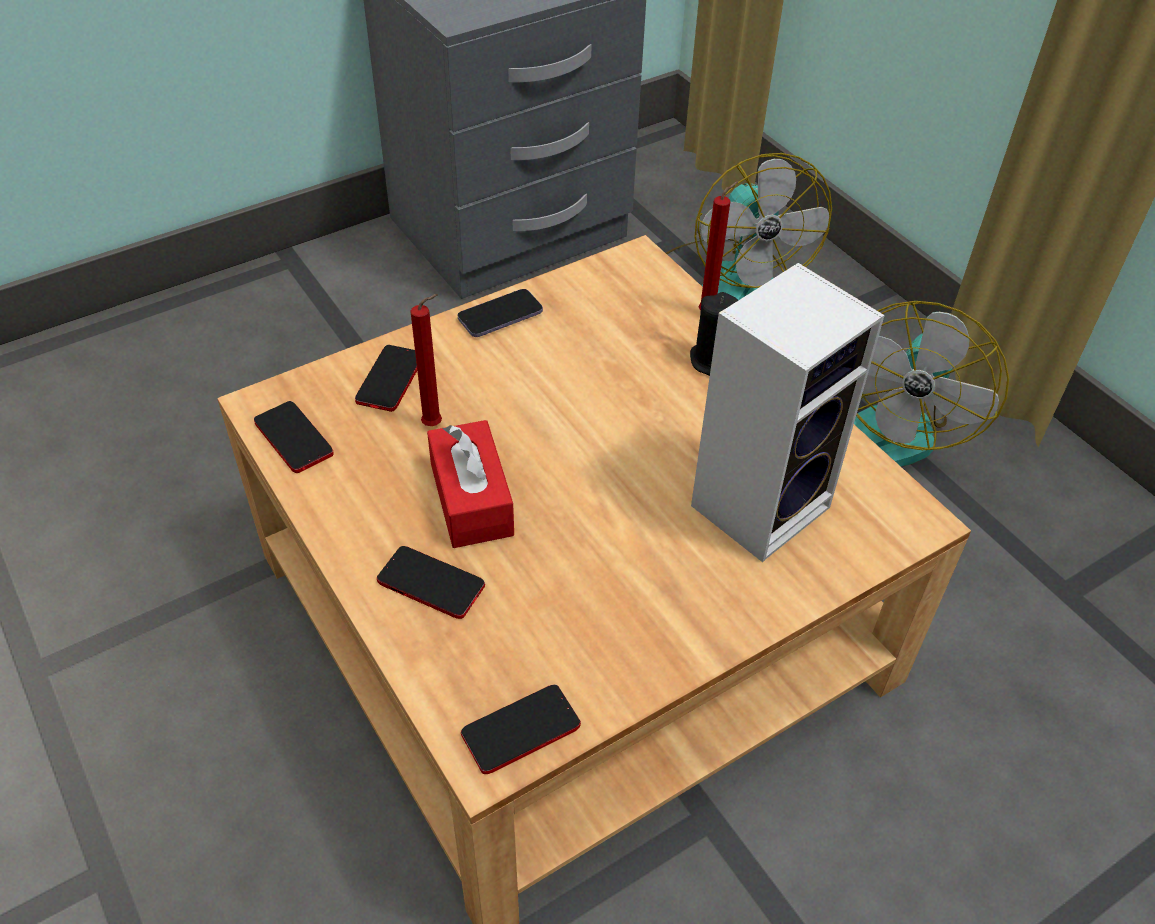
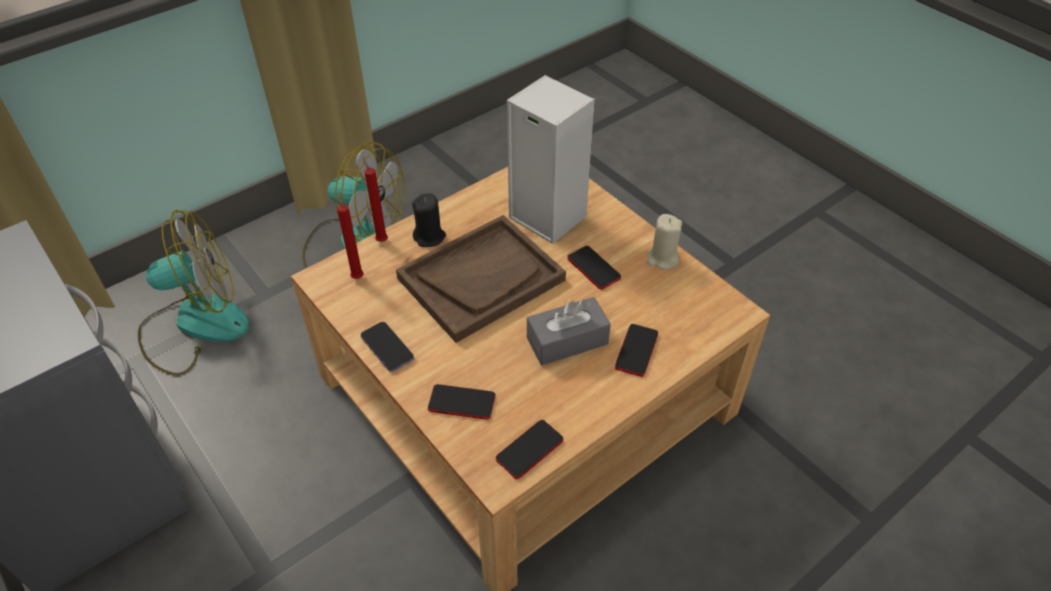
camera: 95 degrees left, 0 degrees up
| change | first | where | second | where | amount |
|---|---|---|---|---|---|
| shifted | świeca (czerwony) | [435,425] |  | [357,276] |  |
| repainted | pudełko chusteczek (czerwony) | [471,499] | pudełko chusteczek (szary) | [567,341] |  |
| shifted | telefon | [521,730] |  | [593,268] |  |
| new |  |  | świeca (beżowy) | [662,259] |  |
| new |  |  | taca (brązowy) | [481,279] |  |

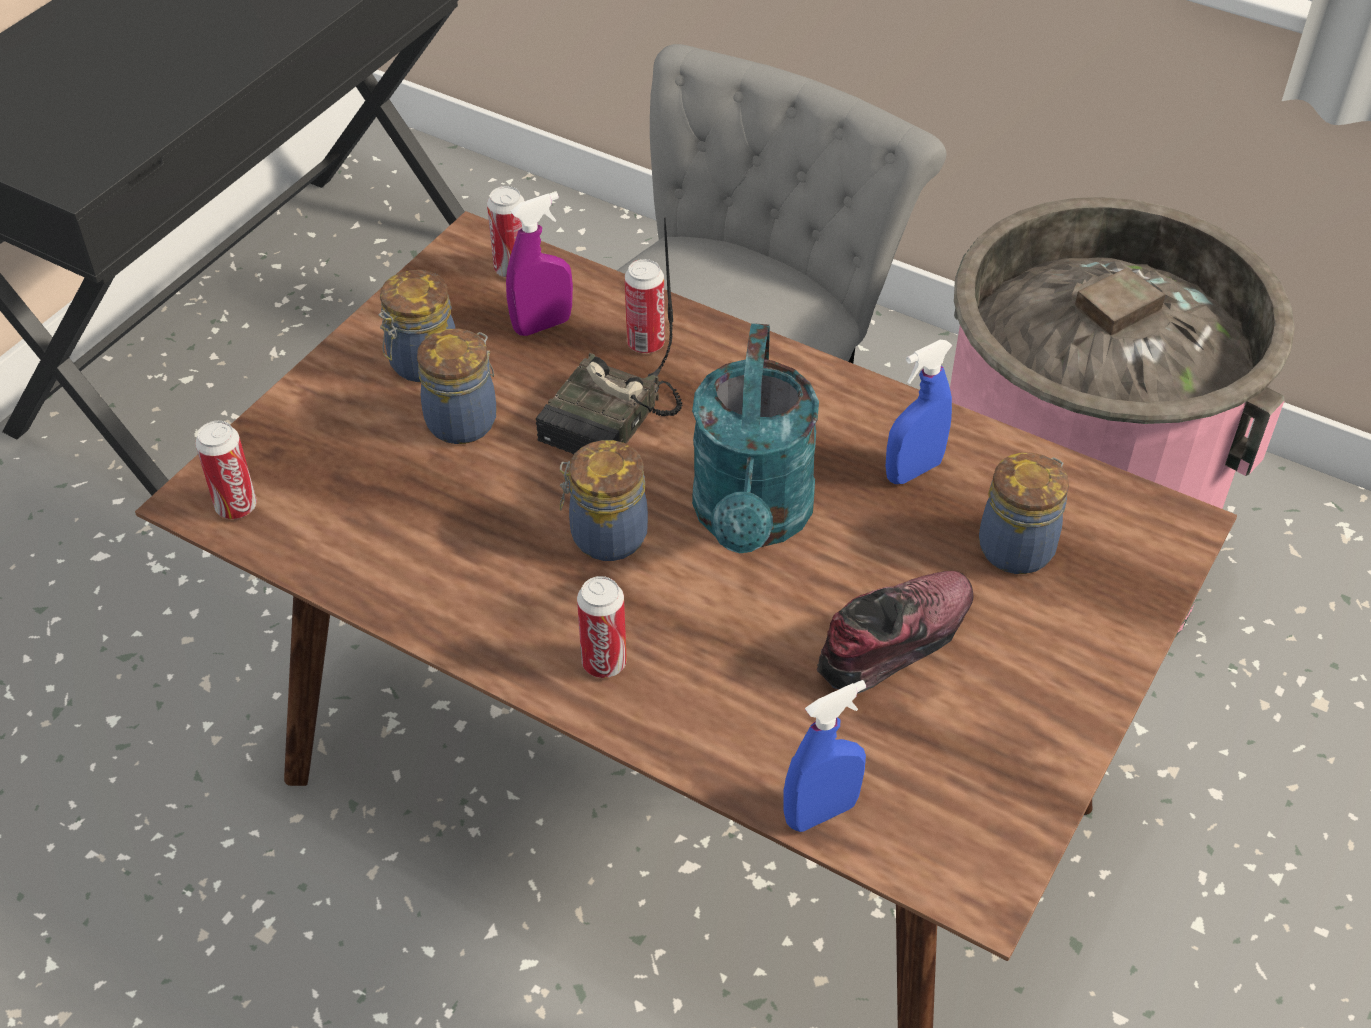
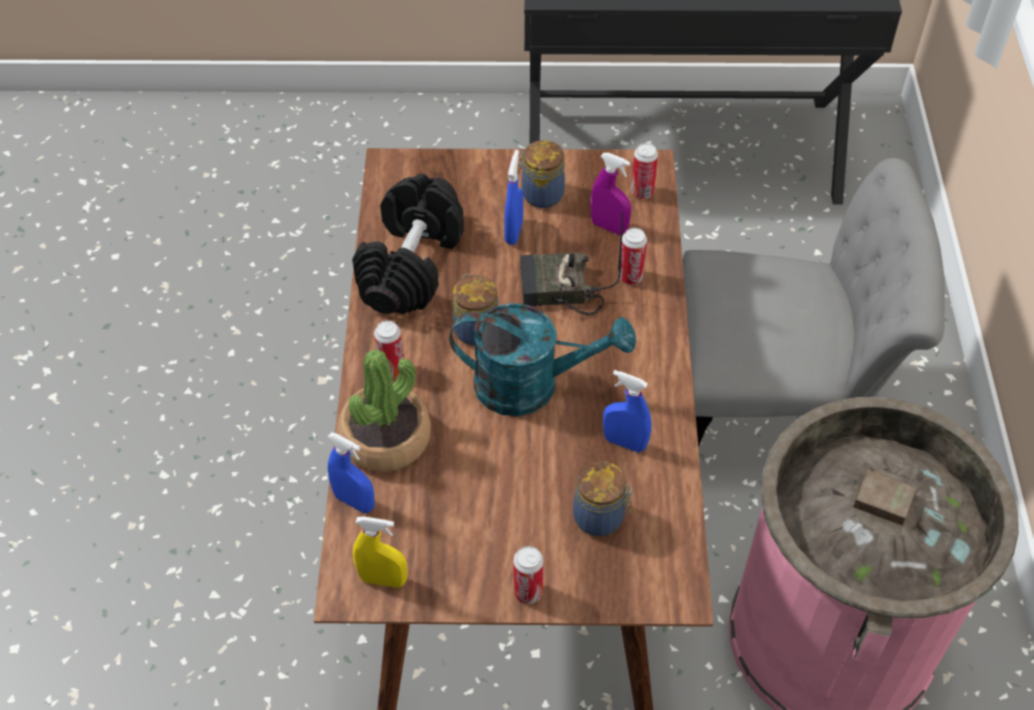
camera: 60 degrees right, 5 degrees up
| change | first | where | second | where | amount |
|---|---|---|---|---|---|
| rotated | konewka (turkusowy) | [752,520] |  | [532,385] | 150 degrees counterclockwise |
| swapped | słoik | [464,420] | spryskiwacz (niebieski) | [514,232] |  |
| shifted | puszka | [236,507] |  | [528,592] |  |
| gone | but | [895,640] |  |  |  |
| new |  |  | hantel (czarny) | [410,264] |  |
| new |  |  | roślina doniczkowa | [386,439] |  |
| new |  |  | spryskiwacz (żółty) | [383,579] |  |

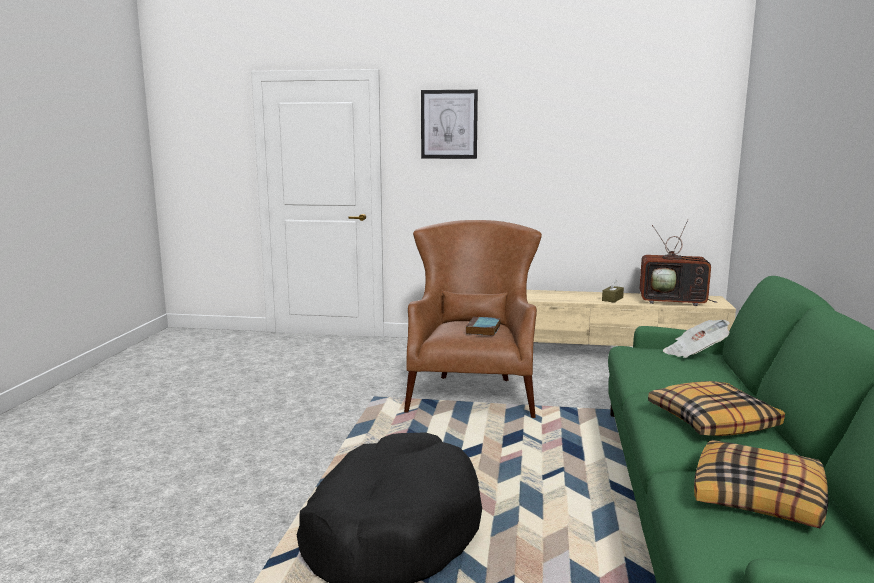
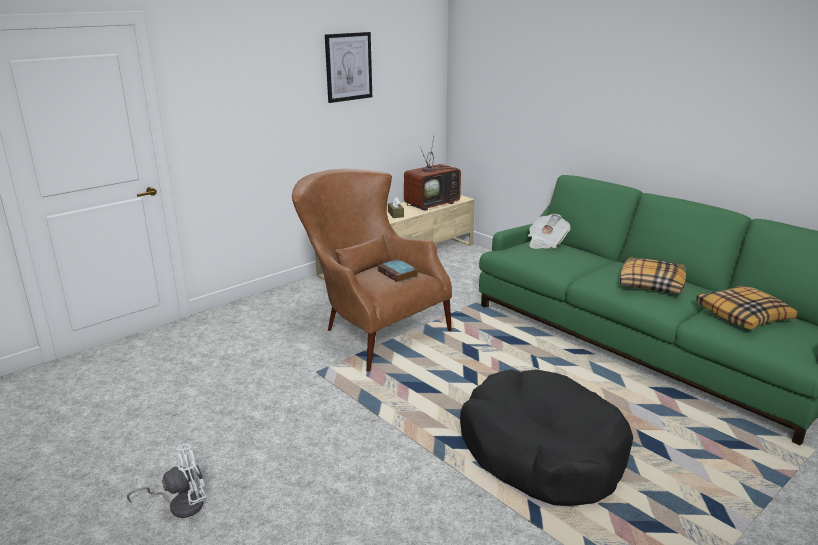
camera: 50 degrees left, 10 degrees up
| change | first | where | second | where | amount |
|---|---|---|---|---|---|
| shifted | obraz | [449,124] |  | [348,67] |  |
| new |  |  | wentylator (biały) | [180,505] |  |

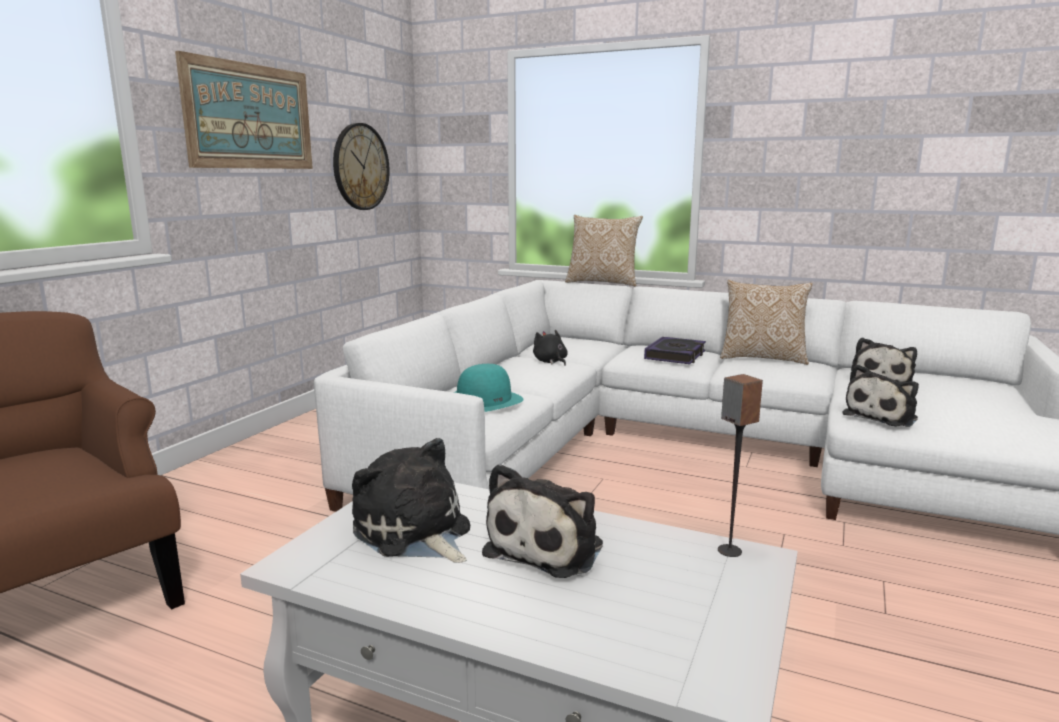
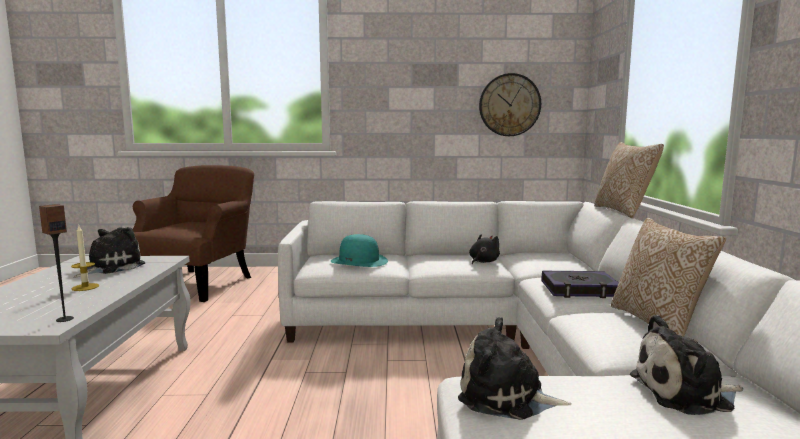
camera: 65 degrees right, 5 degrees down
| change | first | where | second | where | amount |
|---|---|---|---|---|---|
| gone | obraz | [250,116] |  |  |  |
| swapped | pluszak | [548,547] | świeca | [85,287] |  |

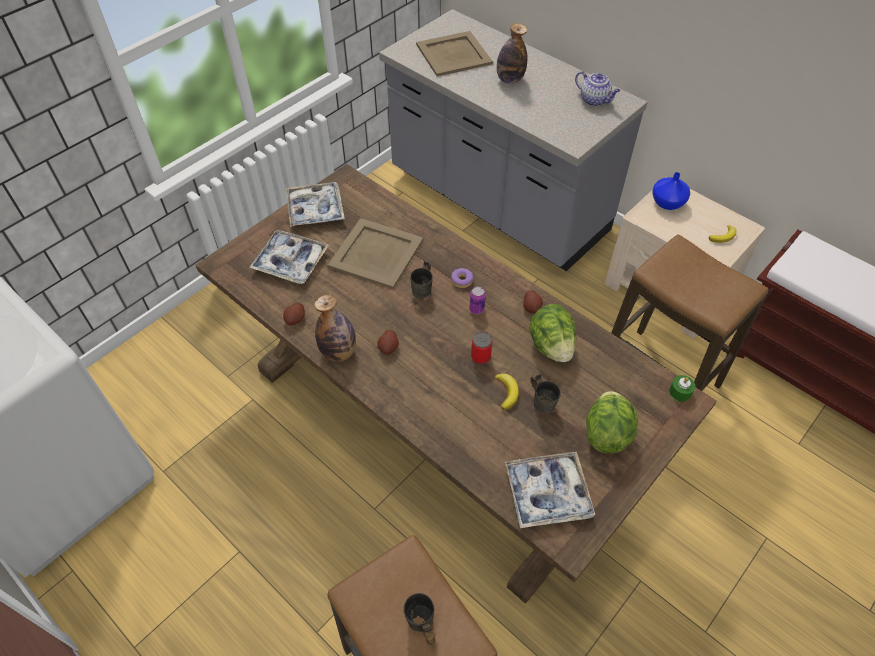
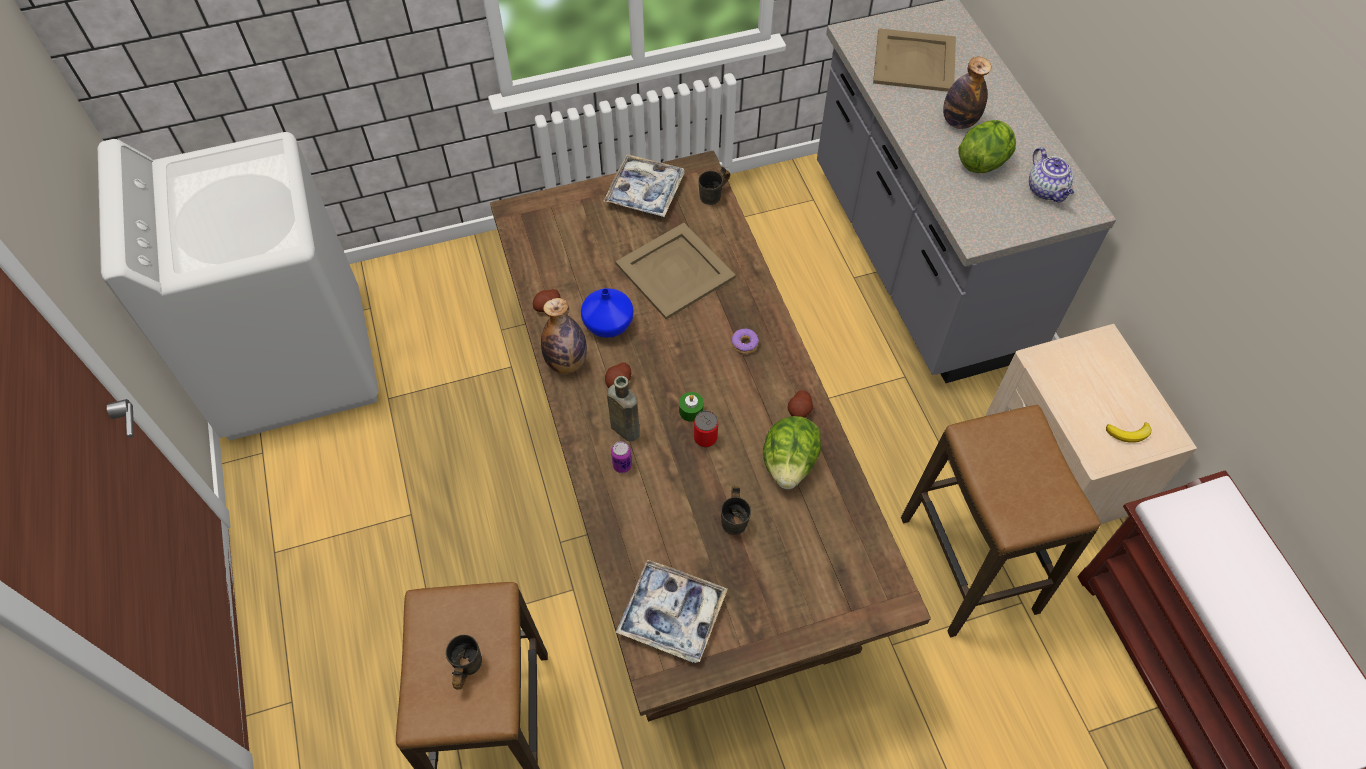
camera: 30 degrees right, 5 degrees up
| change | first | where | second | where | amount |
|---|---|---|---|---|---|
| shifted | wazon (niebieski) | [667,203] |  | [607,325] |  |
| gone | taca | [290,262] |  |  |  |
| shifted | kubek (szary) | [425,289] |  | [715,197] |  |
| shifted | puszka | [476,309] |  | [622,465] |  |
| gone | banan | [507,392] |  |  |  |
| shifted | świeca (zielony) | [680,392] |  | [691,411] |  |
| shifted | sałata | [606,433] |  | [983,162] |  |
| new |  |  | butelka (brązowy) | [623,428] |  |

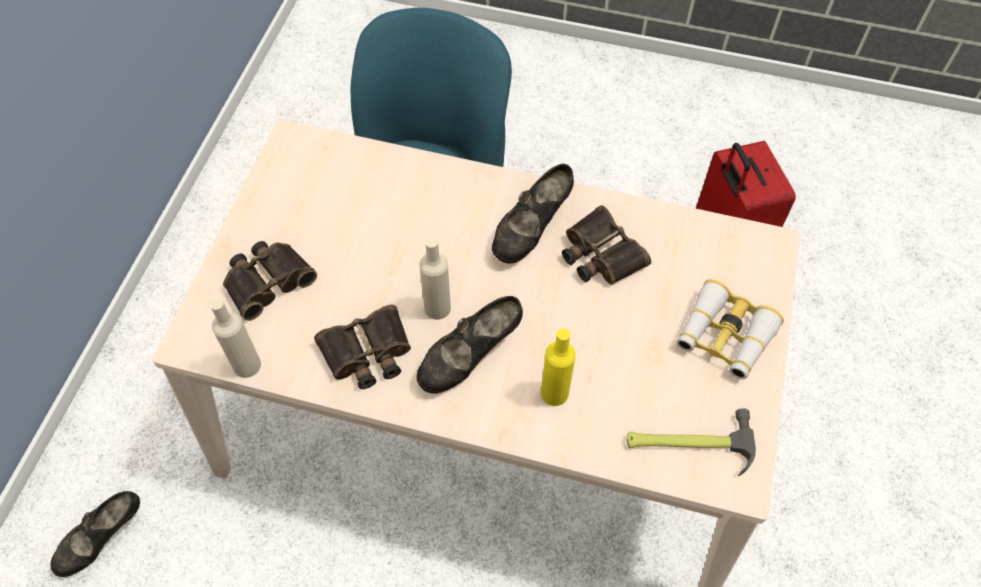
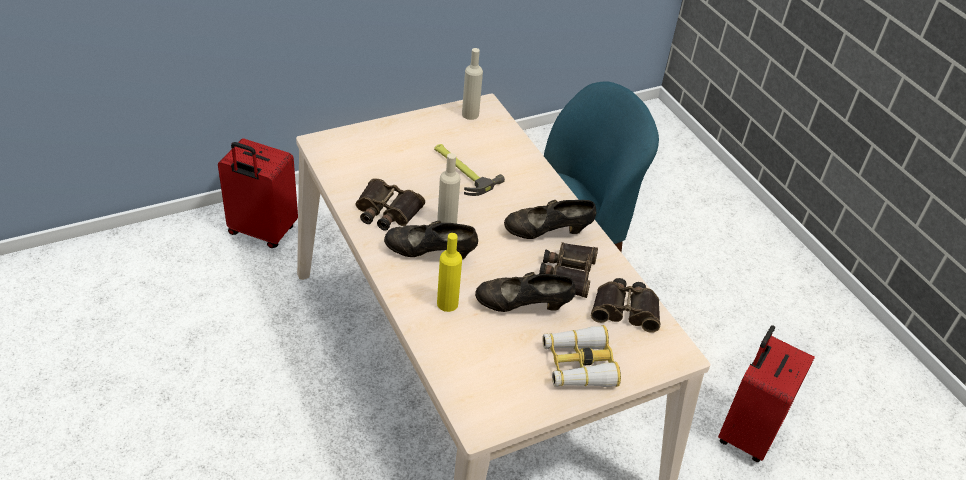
camera: 45 degrees right, 15 degrees down
| change | first | where | second | where | amount |
|---|---|---|---|---|---|
| shifted | lornetka | [267,280] |  | [626,309] |  |
| shifted | butelka (beżowy) | [247,365] |  | [470,114] |  |
| shifted | młotek | [688,443] |  | [462,170] |  |
| shifted | but (czarny) | [103,539] |  | [522,306] |  |
| new |  |  | walizka (czerwony) | [261,232] |  |

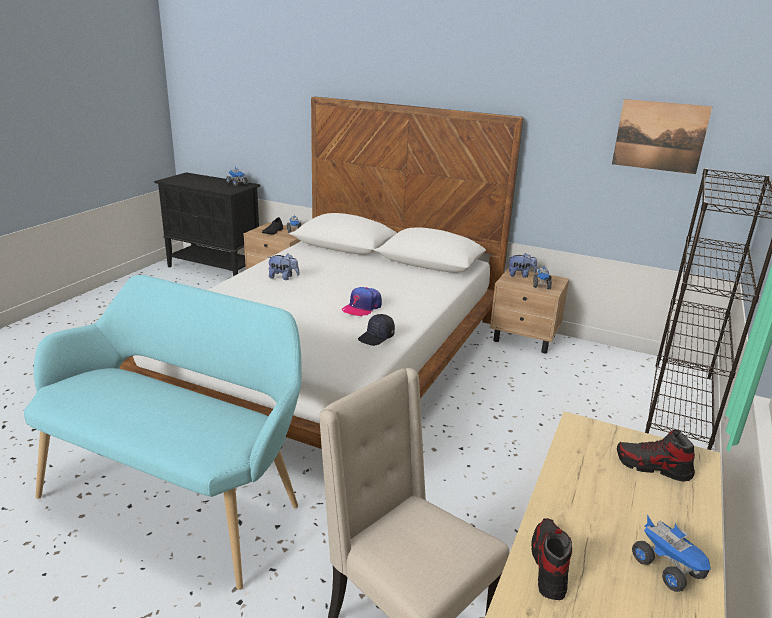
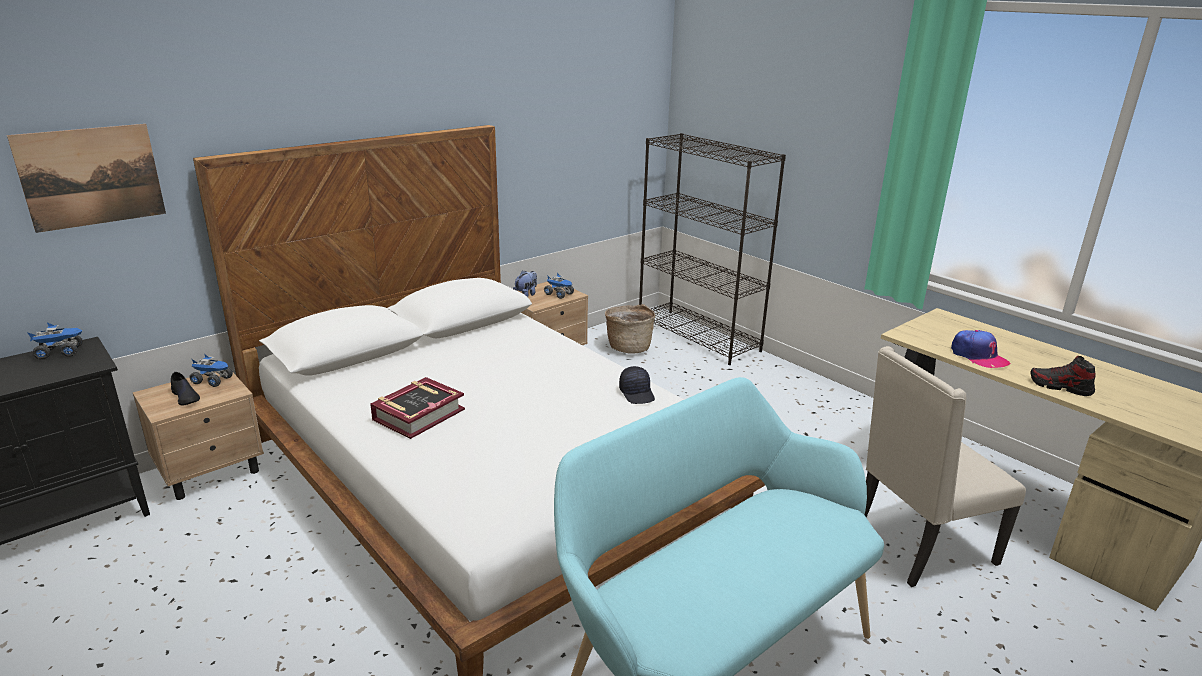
camera: 65 degrees left, 0 degrees up
| change | first | where | second | where | amount |
|---|---|---|---|---|---|
| shifted | obraz | [659,136] |  | [91,176] |  |
| swapped | pluszak | [283,277] | książka | [418,414] |  |
| shifted | czapka z daszkiem | [362,307] |  | [978,356] |  |
| gone | but | [653,467] |  |  |  |
| gone | ciężarówka zabawkowa | [668,568] |  |  |  |
| new |  |  | koszyk | [629,347] |  |

